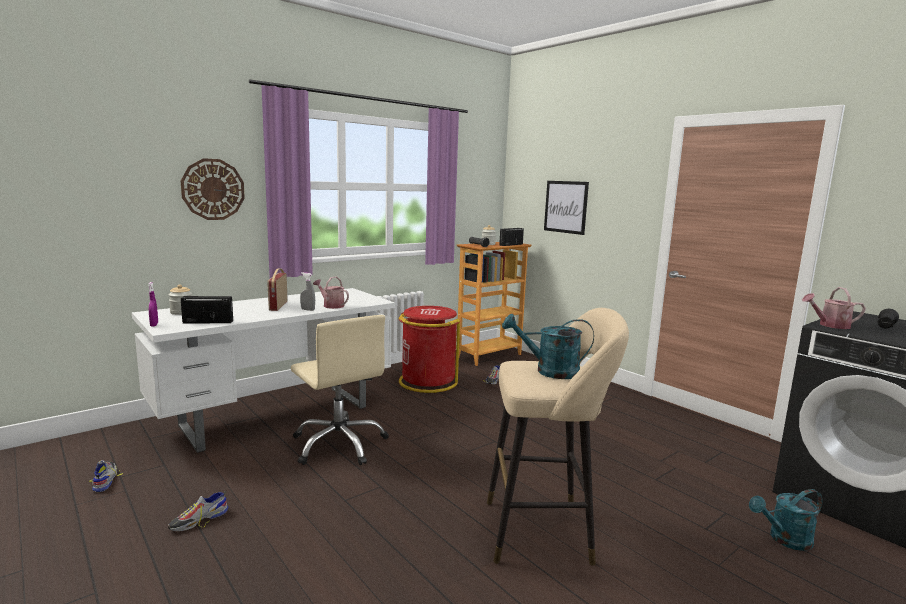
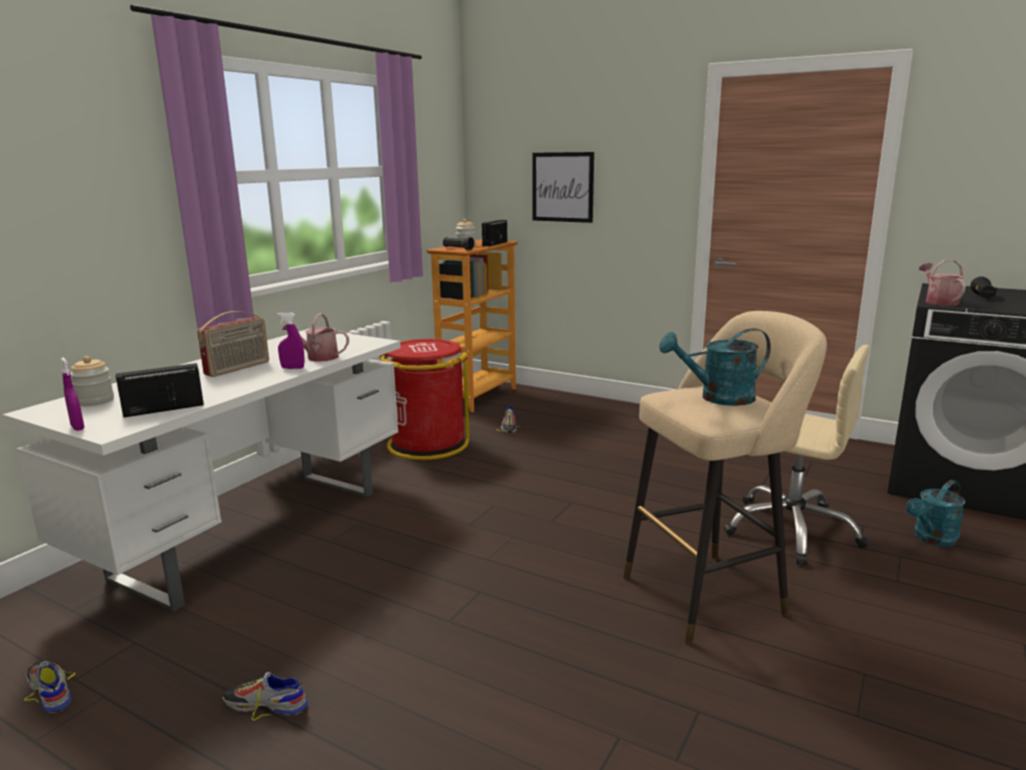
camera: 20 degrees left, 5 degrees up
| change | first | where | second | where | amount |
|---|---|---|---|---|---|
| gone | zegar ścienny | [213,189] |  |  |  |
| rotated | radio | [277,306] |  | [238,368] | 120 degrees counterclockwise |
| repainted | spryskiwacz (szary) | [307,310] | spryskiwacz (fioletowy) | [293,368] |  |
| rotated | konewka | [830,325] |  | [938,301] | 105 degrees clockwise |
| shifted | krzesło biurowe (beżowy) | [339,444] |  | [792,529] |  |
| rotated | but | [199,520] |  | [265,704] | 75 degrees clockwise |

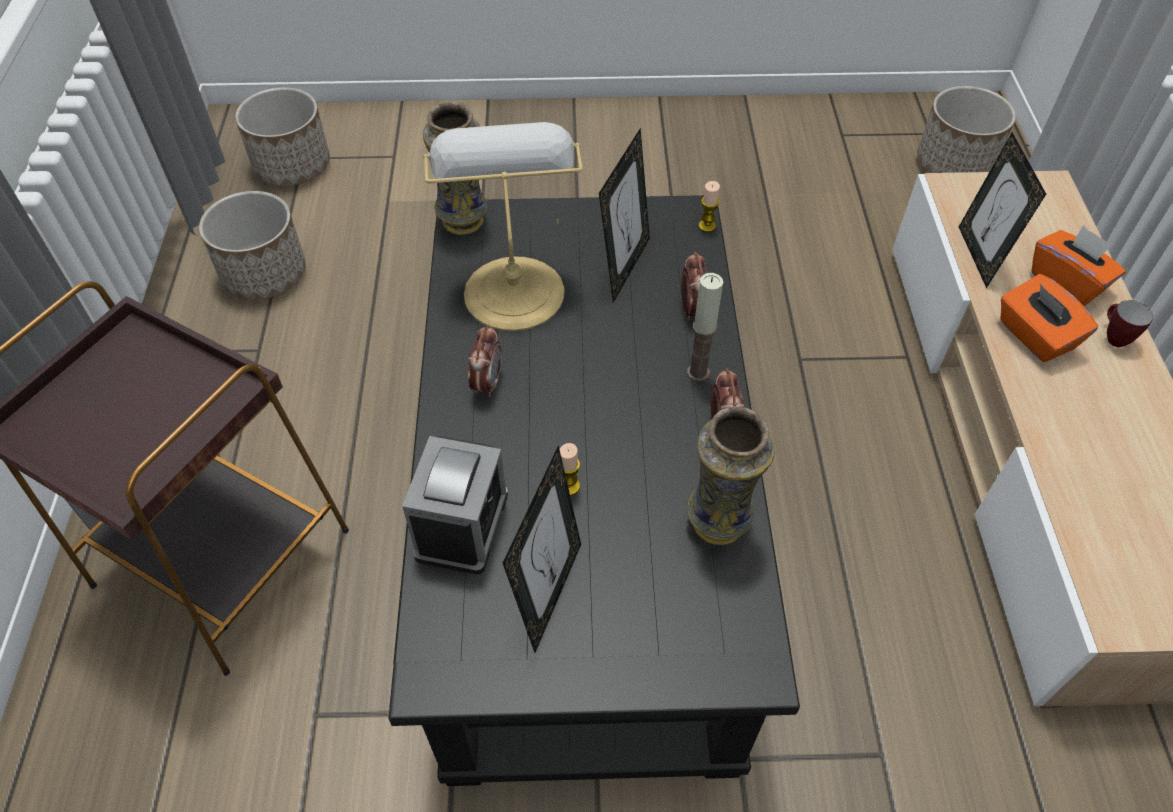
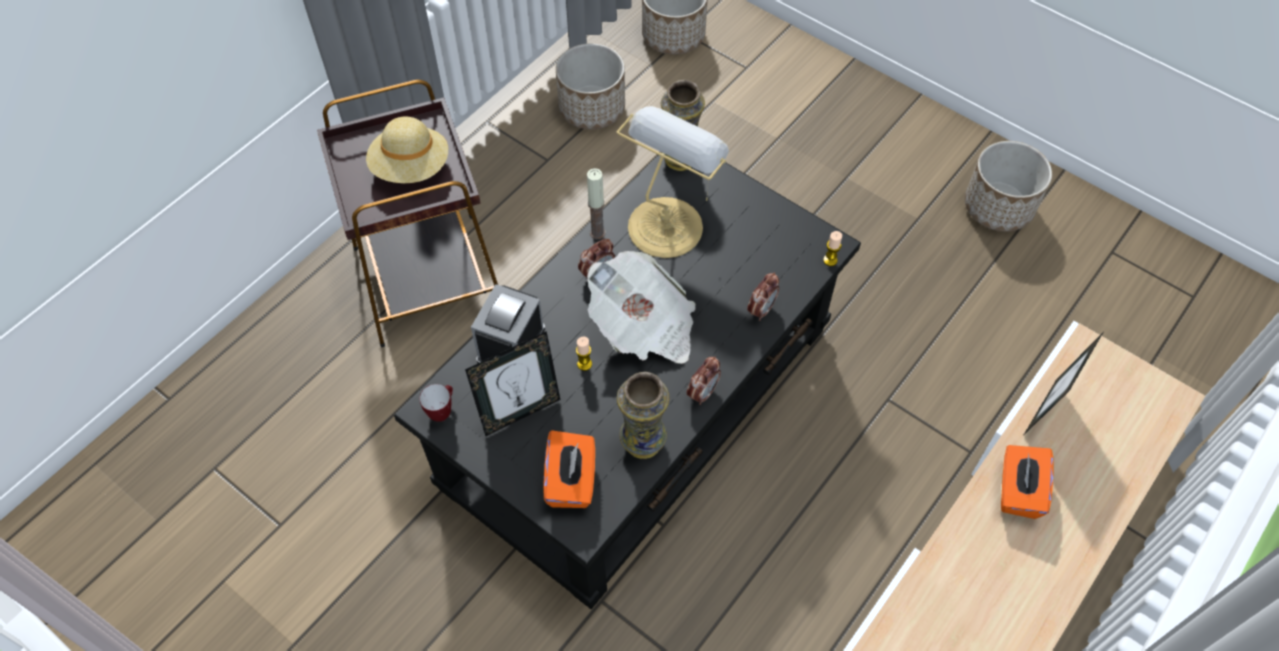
camera: 40 degrees right, 5 degrees up
| change | first | where | second | where | amount |
|---|---|---|---|---|---|
| shifted | donica | [954,164] |  | [998,207] |  |
| gone | ramka na zdjęcie | [624,267] |  |  |  |
| shifted | pudełko chusteczek (pomarańczowy) | [1067,282] |  | [571,481] |  |
| shifted | świeca | [698,372] |  | [597,233] |  |
| shifted | kubek | [1112,337] |  | [442,411] |  |
| rotated | budzik | [462,525] |  | [511,345] | 150 degrees clockwise |
| new |  |  | kapelusz (beżowy) | [411,167] |  |
| new |  |  | gazeta | [644,326] |  |

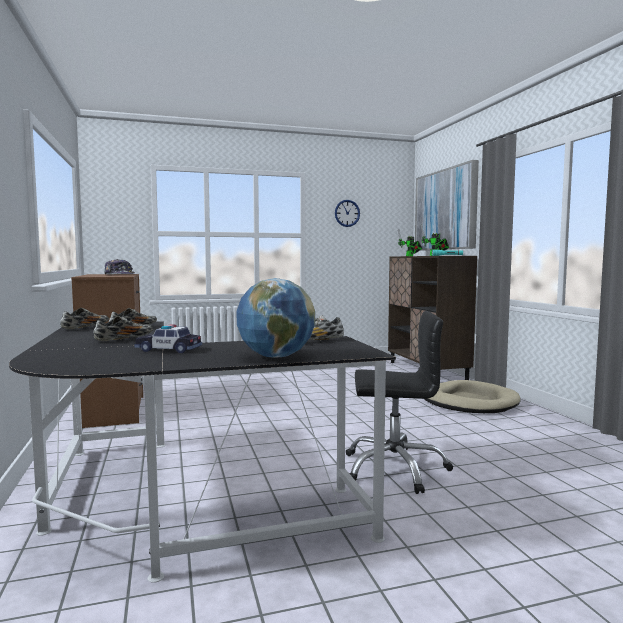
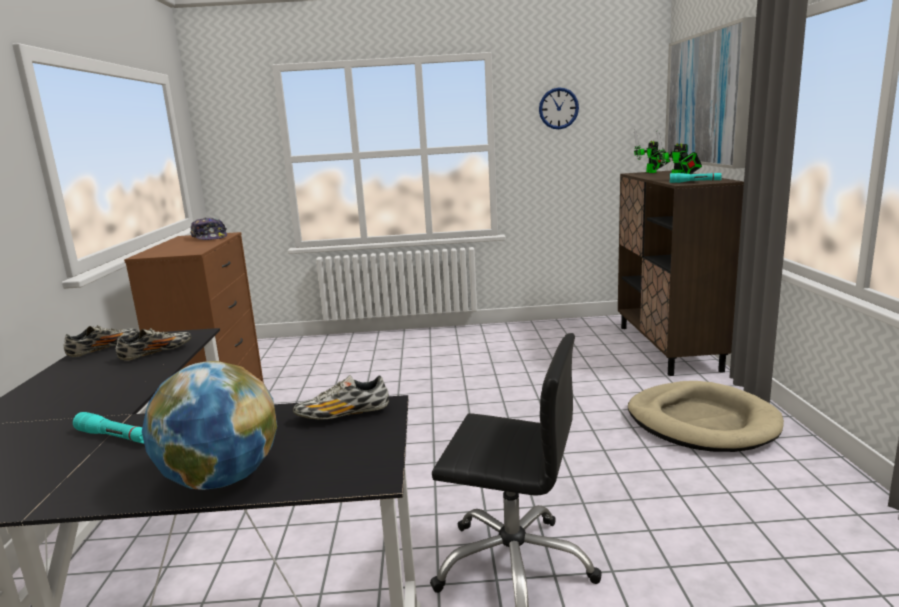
camera: 15 degrees right, 10 degrees up
| change | first | where | second | where | amount |
|---|---|---|---|---|---|
| gone | but | [124,339] |  |  |  |
| swapped | samochodzik | [169,349] | latarka (turkusowy) | [115,437] |  |

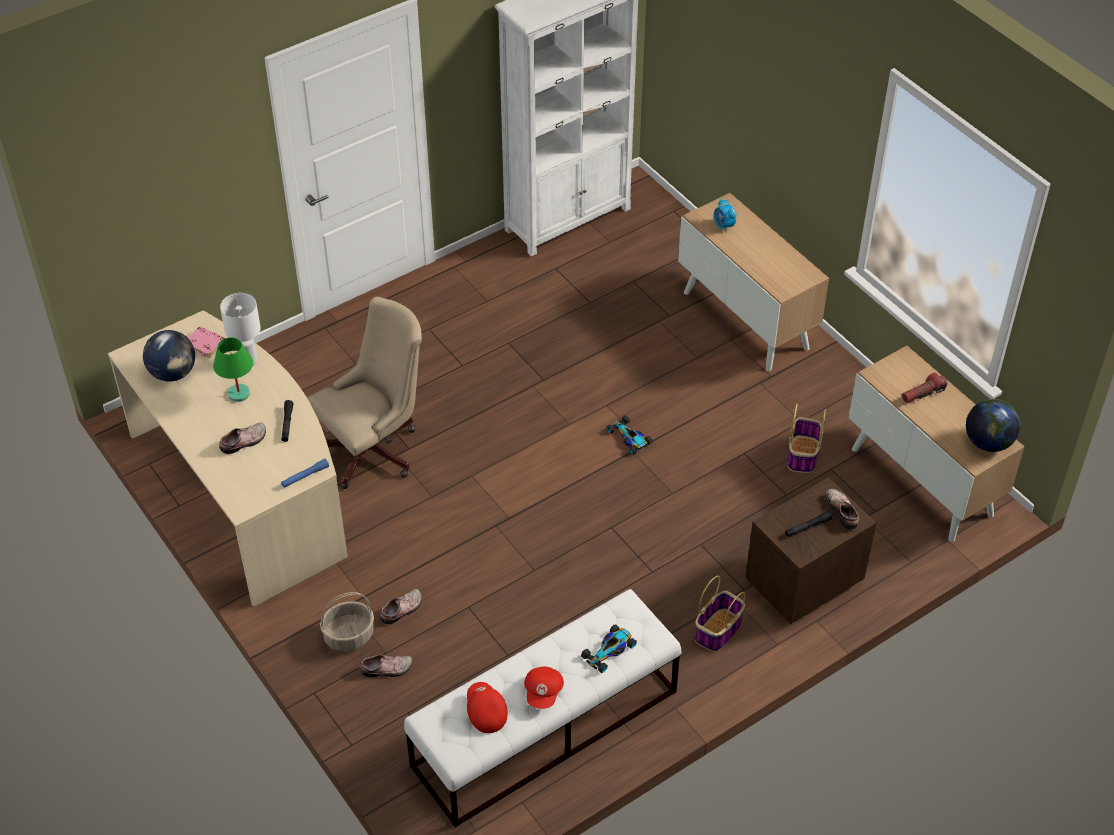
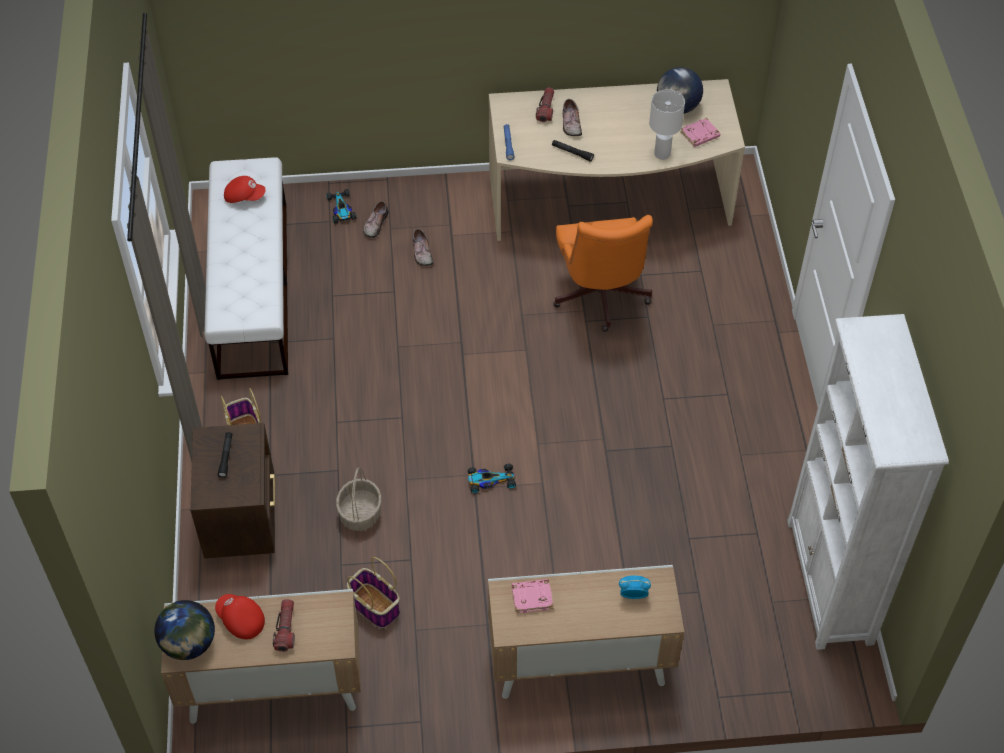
camera: 120 degrees right, 5 degrees up
| change | first | where | second | where | amount |
|---|---|---|---|---|---|
| repainted | krzesło biurowe (beżowy) | [375,449] | krzesło biurowe (pomarańczowy) | [600,299] |  |
| gone | lampa stołowa (zielony) | [239,394] |  |  |  |
| gone | but | [843,511] |  |  |  |
| shifted | koszyk | [349,635] |  | [360,514] |  |
| shifted | samochodzik | [609,650] |  | [341,209] |  |
| shifted | czapka z daszkiem (czerwony) | [544,692] |  | [240,620] |  |
| new |  |  | latarka | [546,109] |  |
| new |  |  | książka (różowy) | [532,597] |  |

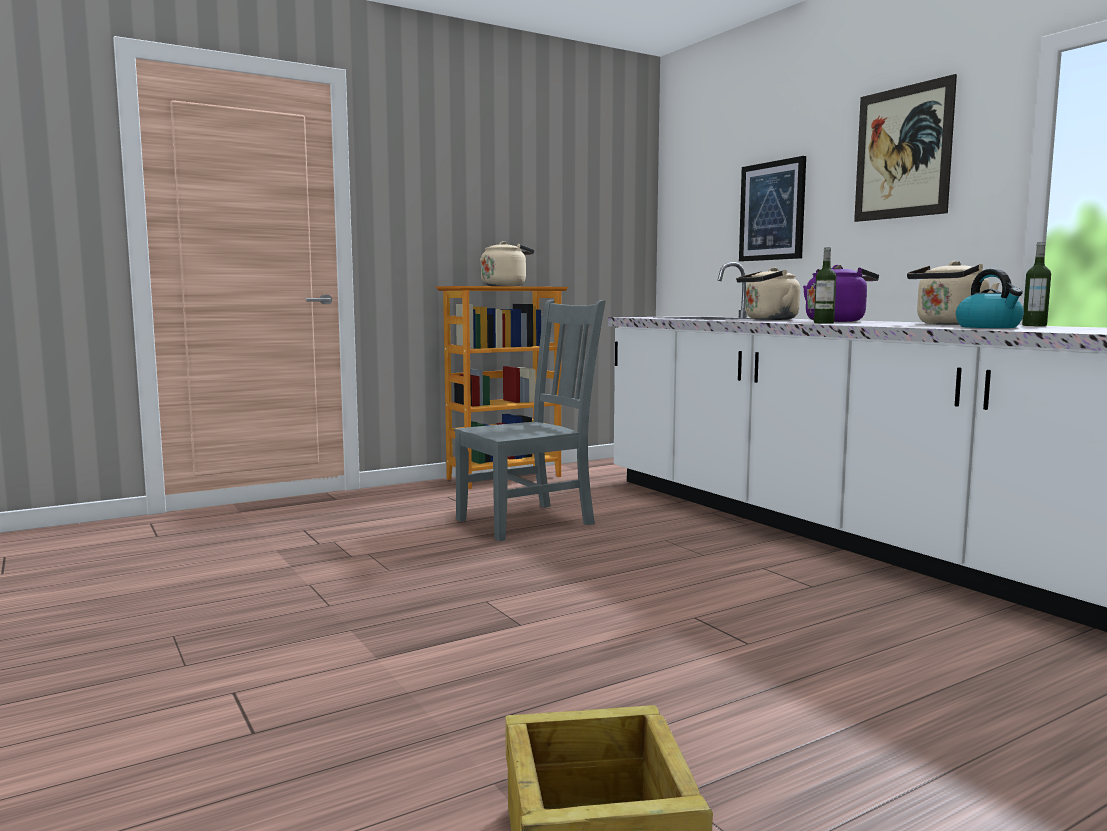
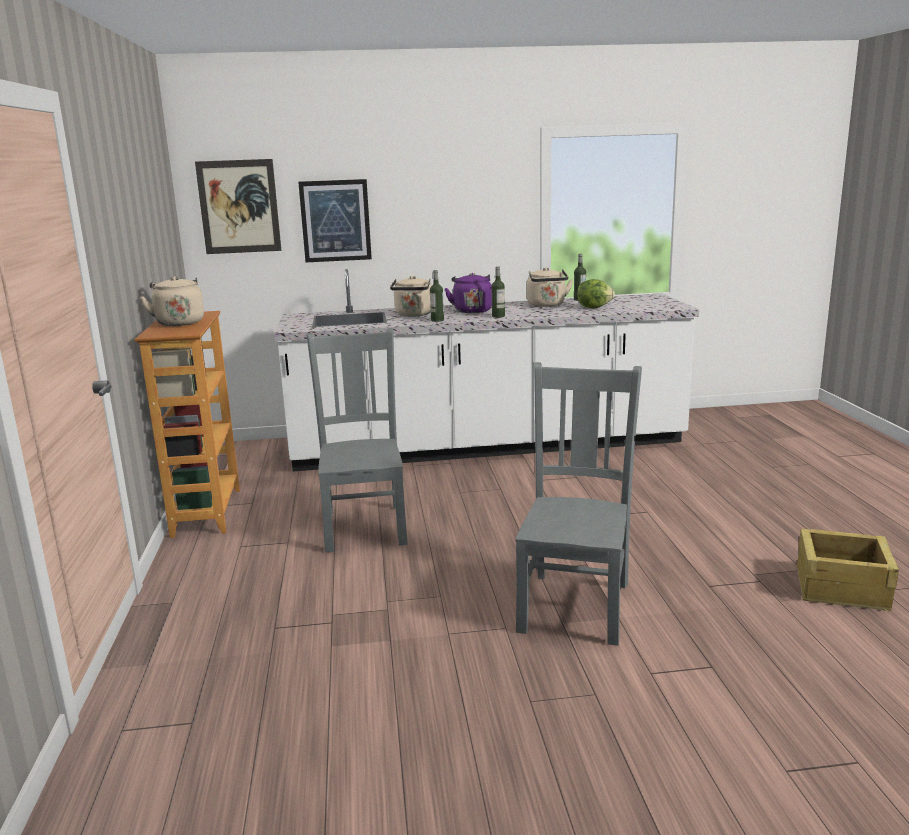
camera: 65 degrees left, 10 degrees up
| change | first | where | second | where | amount |
|---|---|---|---|---|---|
| shifted | obraz | [903,152] |  | [239,207] |  |
| swapped | czajnik | [989,327] | sałata | [594,307] |  |
| new |  |  | butelka | [437,320] |  |
| new |  |  | krzesło (szary) | [576,604] |  |

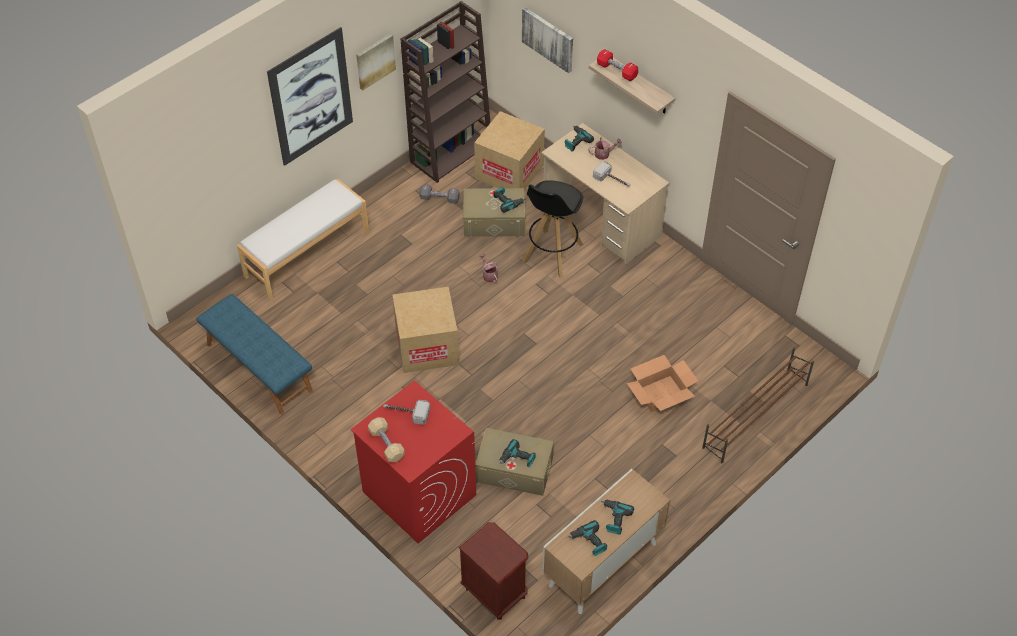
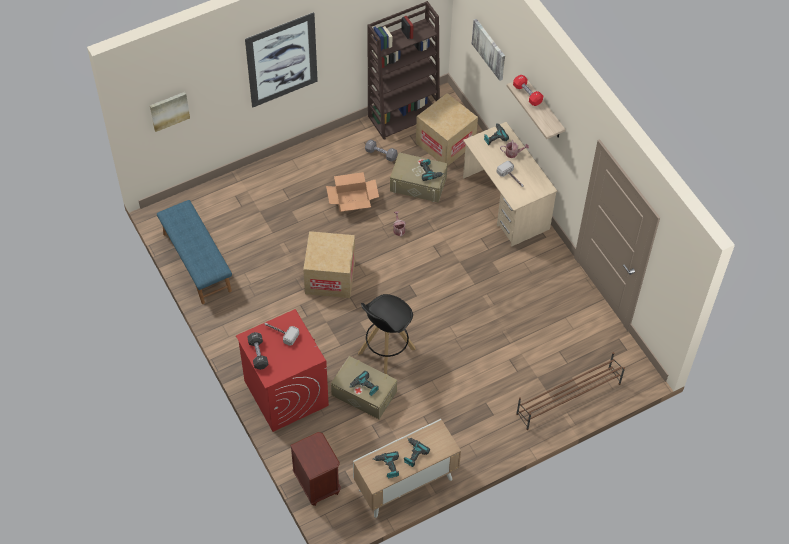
camera: 15 degrees right, 5 degrees up
| change | first | where | second | where | amount |
|---|---|---|---|---|---|
| shifted | obraz | [375,61] |  | [169,110] |  |
| gone | ławka (biały) | [306,253] |  |  |  |
| shifted | stołek (czarny) | [552,253] |  | [386,351] |  |
| shifted | karton | [660,393] |  | [352,200] |  |
| repainted | hantel (beżowy) | [386,444] | hantel (czarny) | [258,354] |  |

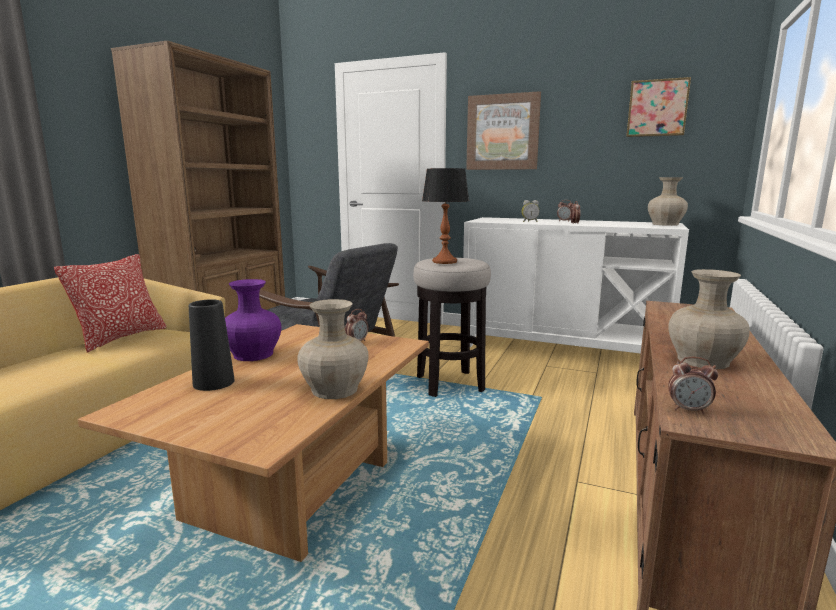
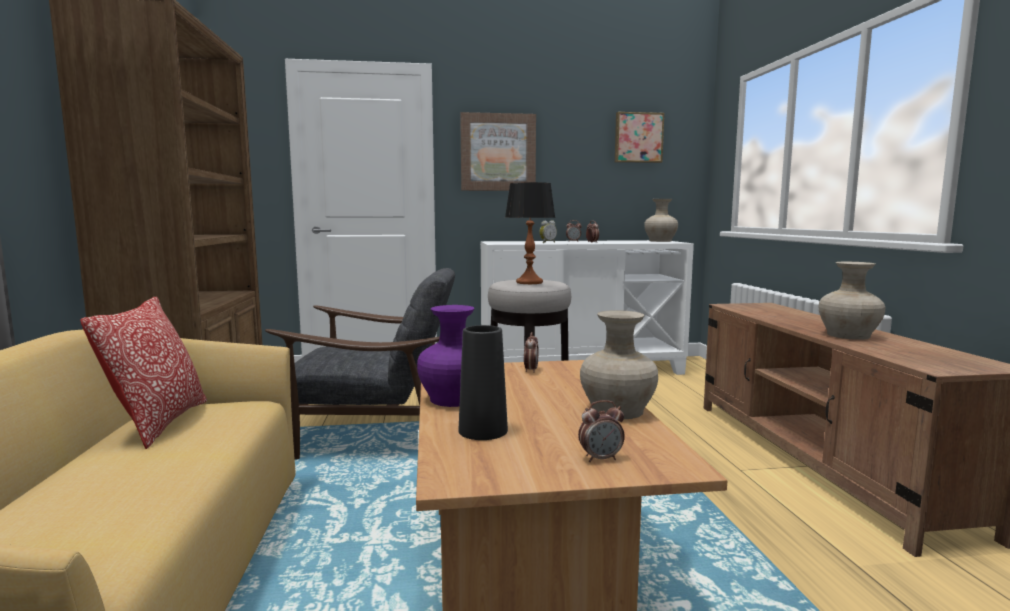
camera: 30 degrees left, 5 degrees down
| change | first | where | second | where | amount |
|---|---|---|---|---|---|
| shifted | budzik | [688,410] |  | [601,458] |  |

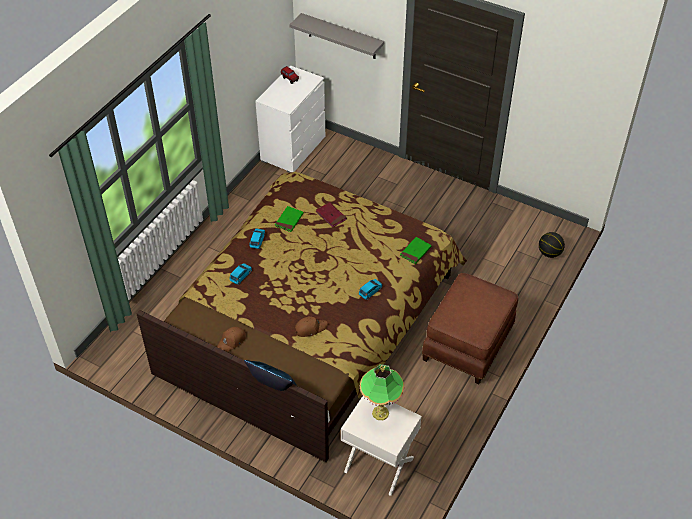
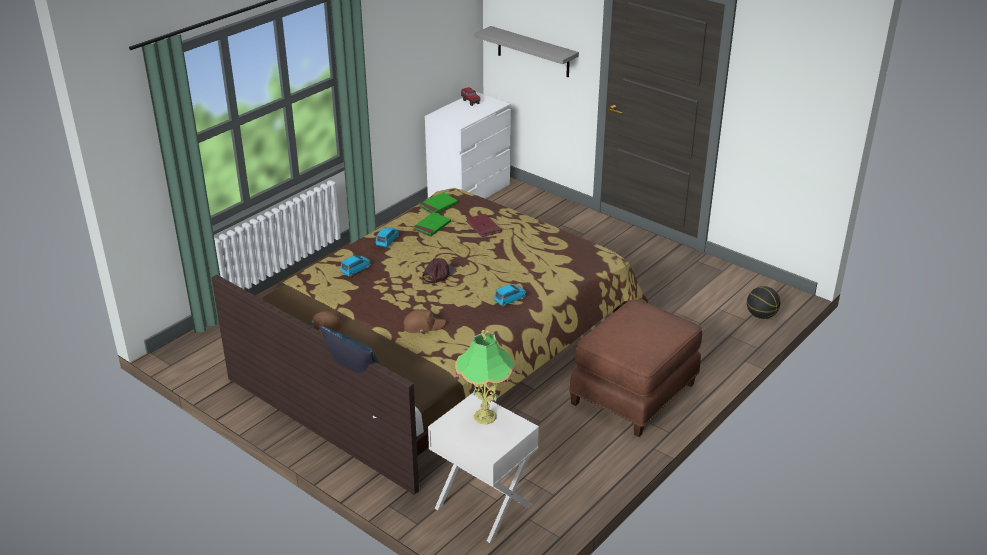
camera: 10 degrees right, 15 degrees down
| change | first | where | second | where | amount |
|---|---|---|---|---|---|
| shifted | książka (zielony) | [415,251] |  | [438,205] |  |
| new |  |  | czapka z daszkiem (brązowy) | [438,274] |  |

